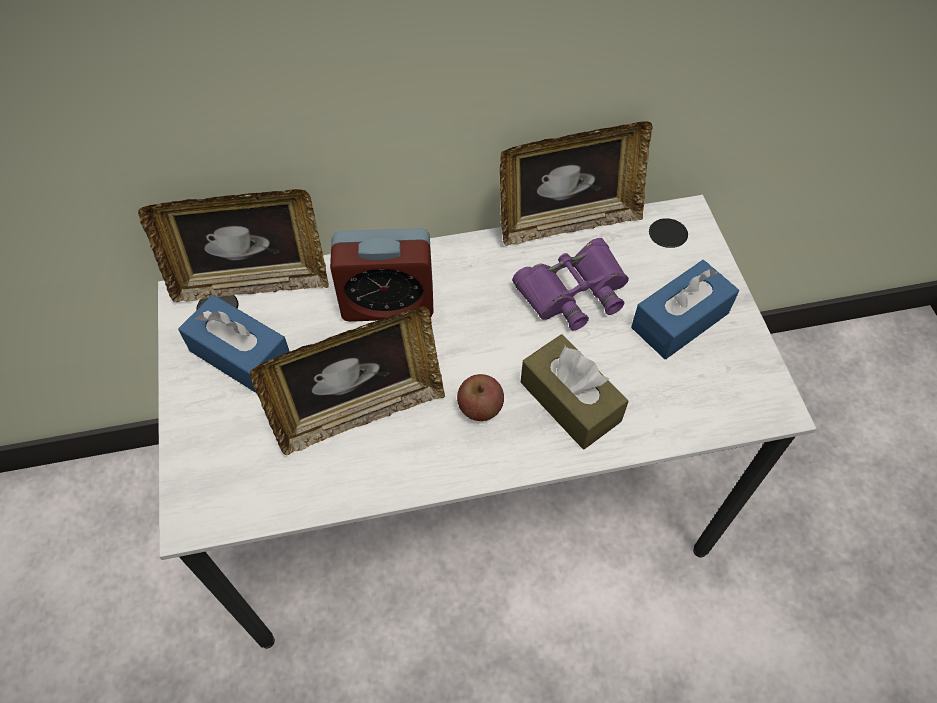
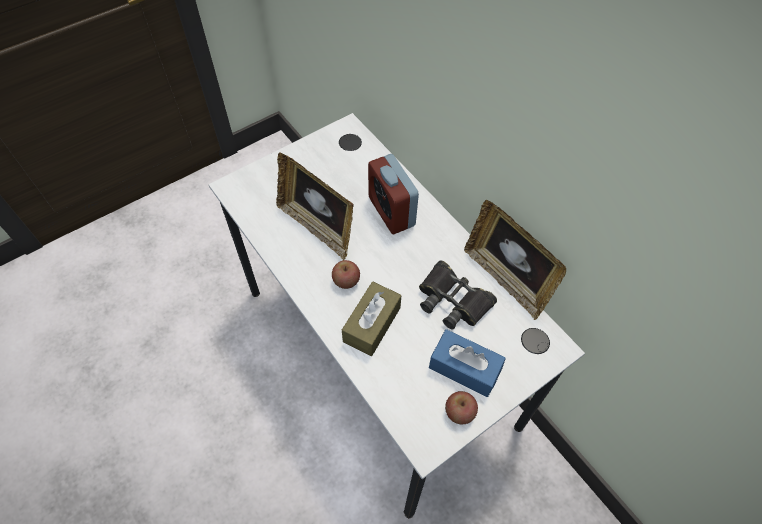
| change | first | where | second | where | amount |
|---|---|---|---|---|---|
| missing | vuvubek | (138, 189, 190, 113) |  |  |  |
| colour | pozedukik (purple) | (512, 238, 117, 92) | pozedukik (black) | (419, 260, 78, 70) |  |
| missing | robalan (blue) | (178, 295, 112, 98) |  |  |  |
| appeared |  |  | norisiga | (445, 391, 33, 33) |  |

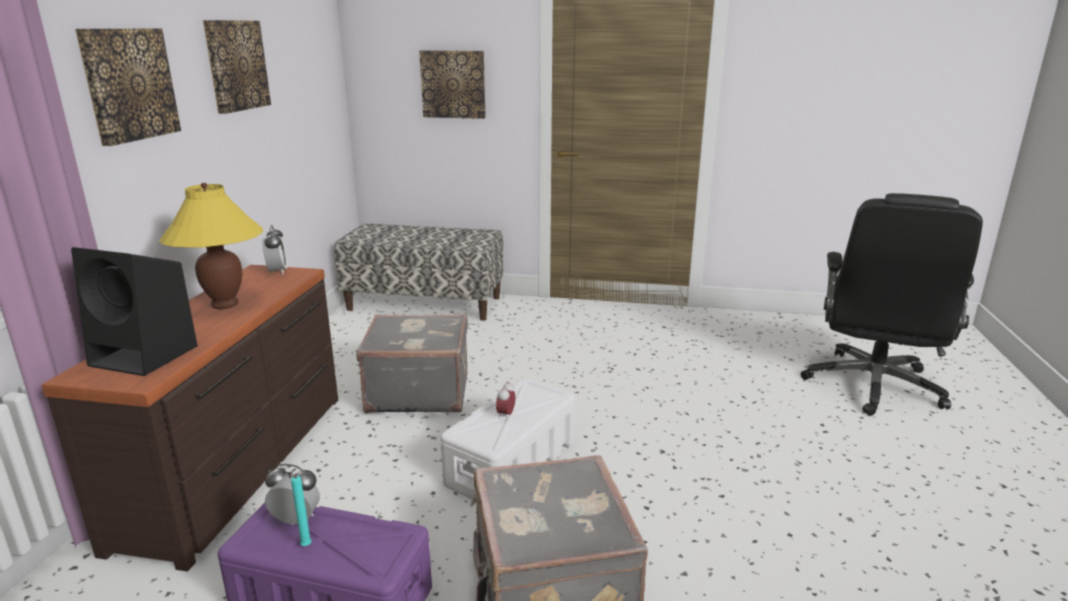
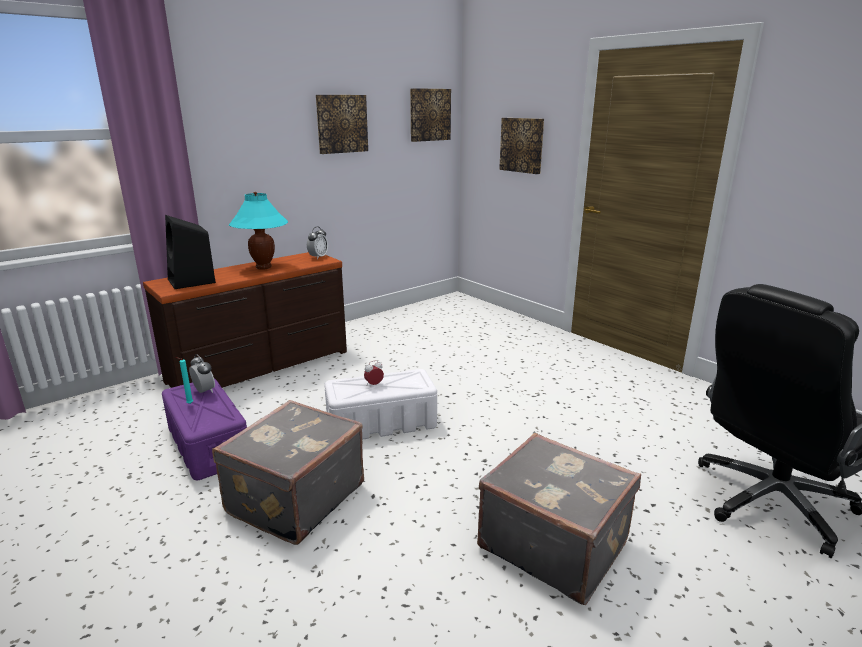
| change | first | where | second | where | amount |
|---|---|---|---|---|---|
| relocated | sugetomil | (75, 28, 106, 118) |  | (410, 88, 41, 54) |  |
| colour | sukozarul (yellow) | (159, 183, 104, 126) | sukozarul (turquoise) | (229, 192, 59, 78) |  |
| missing | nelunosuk | (334, 224, 169, 97) |  |  |  |
| relocated | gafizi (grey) | (356, 314, 112, 100) |  | (477, 433, 164, 172) |  |

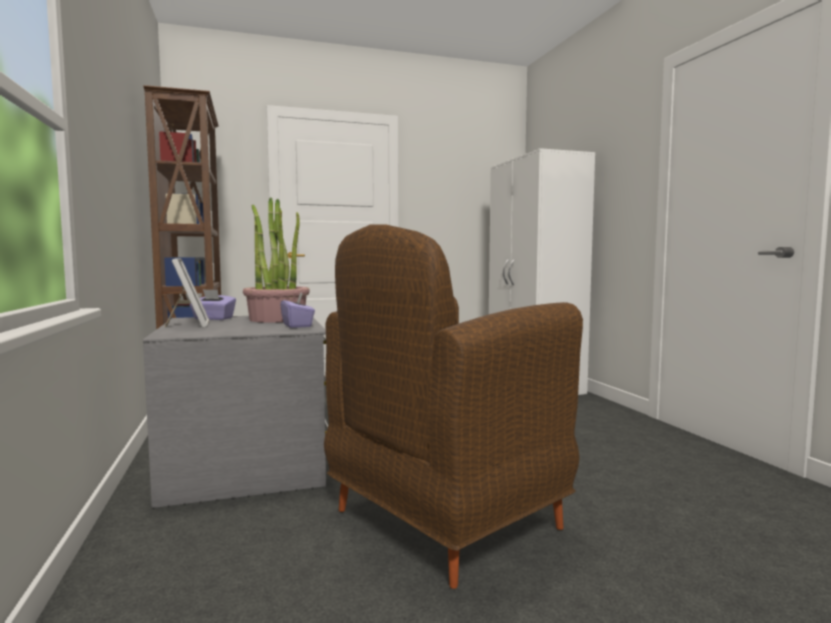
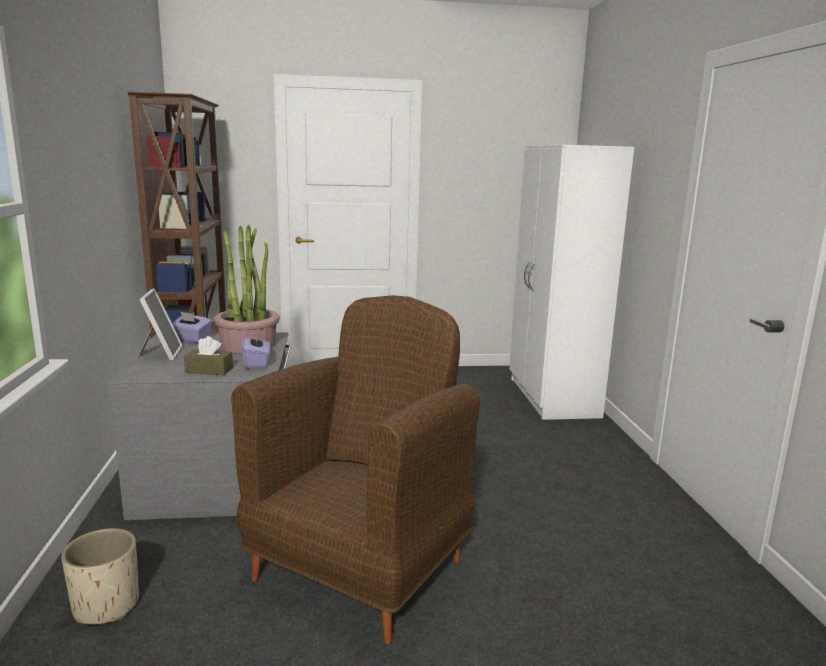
| change | first | where | second | where | amount |
|---|---|---|---|---|---|
| spun | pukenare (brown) | (324, 224, 259, 365) |  | (231, 295, 249, 349) | 150 degrees clockwise |
| appeared |  |  | robalan (brown) | (184, 336, 49, 39) |  |
| appeared |  |  | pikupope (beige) | (61, 528, 78, 97) |  |

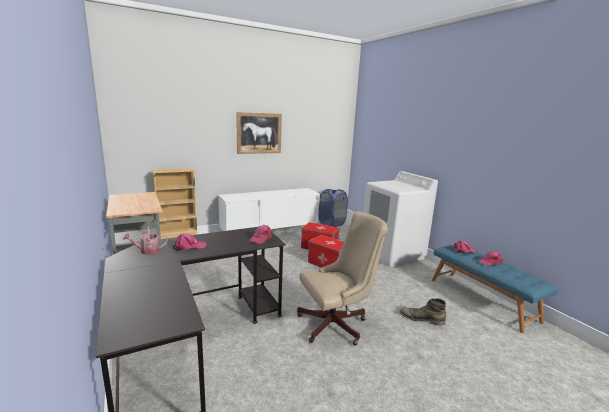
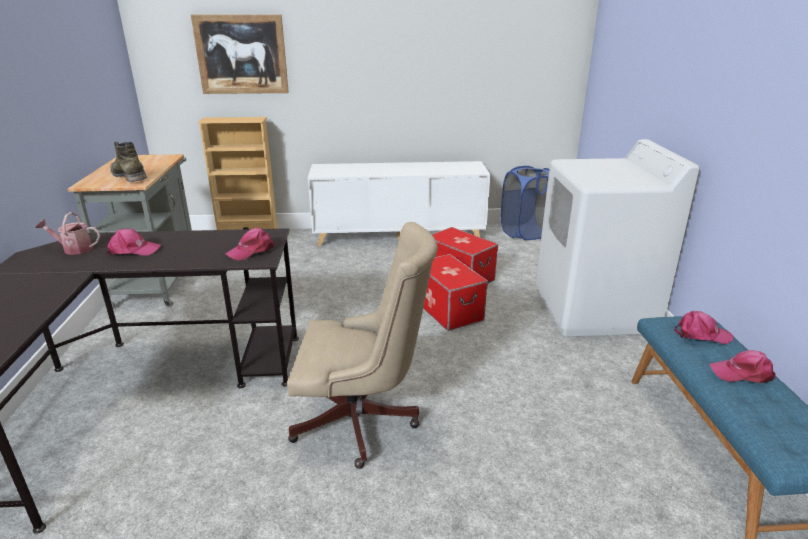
| change | first | where | second | where | amount |
|---|---|---|---|---|---|
| relocated | sugetomil | (236, 112, 46, 42) |  | (191, 14, 98, 80) |  |
| relocated | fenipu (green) | (399, 298, 47, 27) |  | (110, 142, 37, 40) |  |

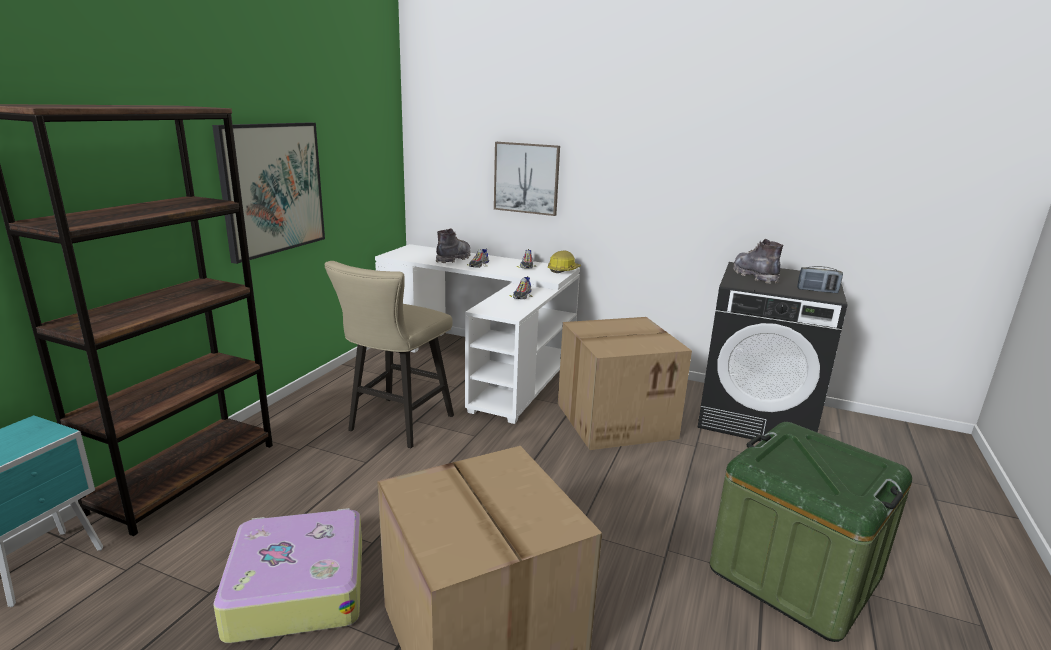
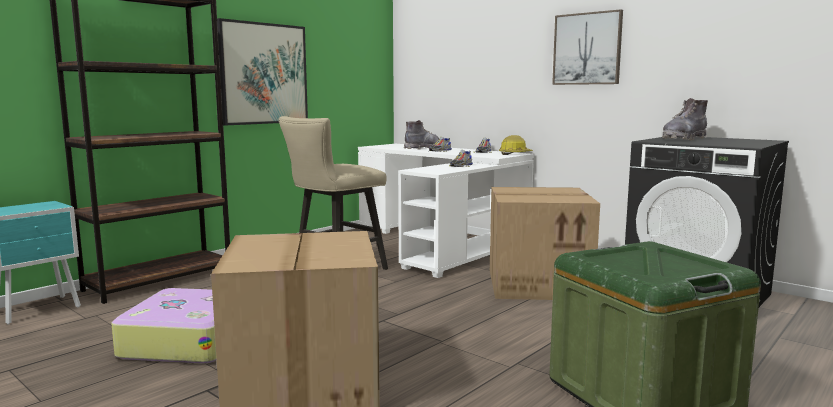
| change | first | where | second | where | amount |
|---|---|---|---|---|---|
| relocated | sugetomil | (494, 142, 66, 74) |  | (552, 9, 71, 76) |  |
| spun | fenipu (grey) | (733, 239, 50, 45) |  | (662, 98, 46, 43) | 135 degrees counterclockwise |
| missing | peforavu | (797, 266, 46, 27) |  |  |  |

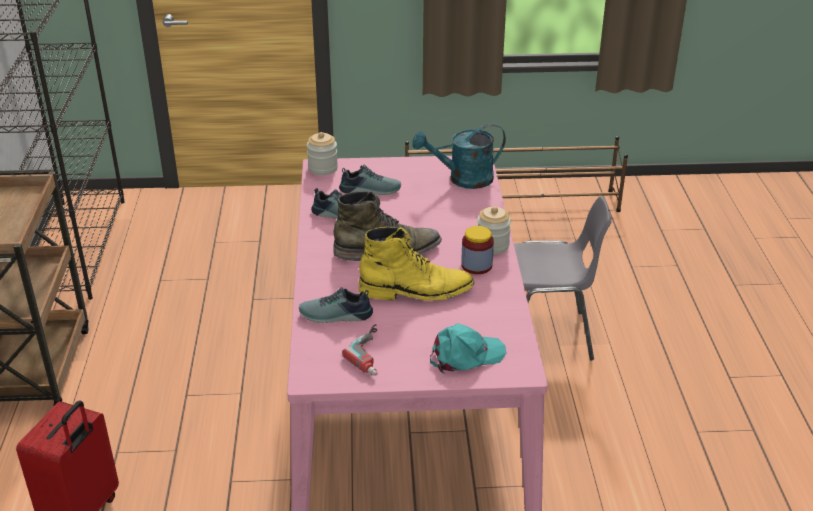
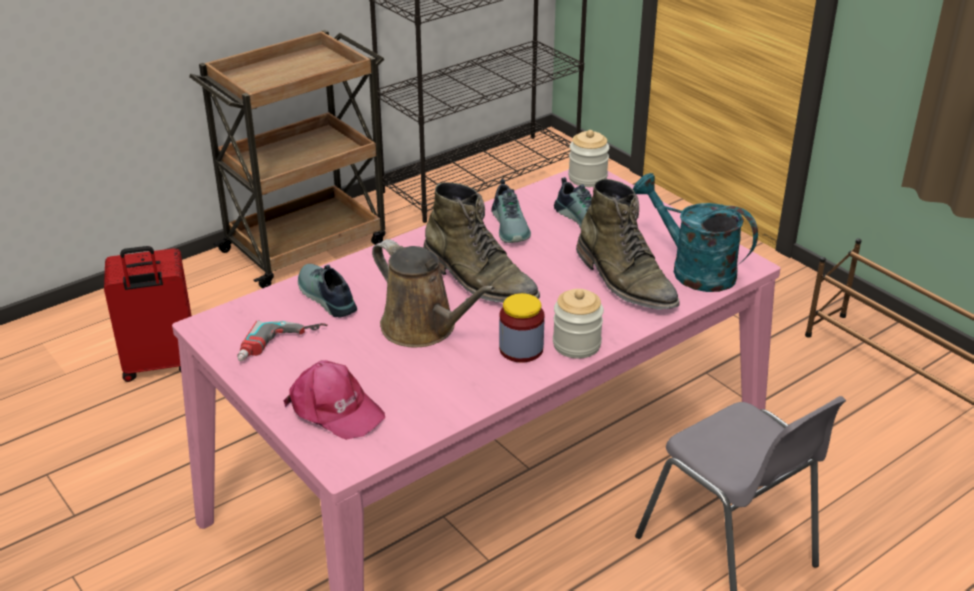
| change | first | where | second | where | amount |
|---|---|---|---|---|---|
| exchanged | fenipu (yellow) | (359, 227, 116, 74) | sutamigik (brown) | (372, 239, 123, 108) |  |
| colour | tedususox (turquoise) | (430, 323, 76, 51) | tedususox (pink) | (284, 360, 101, 80) |  |
| appeared |  |  | fenipu (green) | (576, 179, 104, 131) |  |

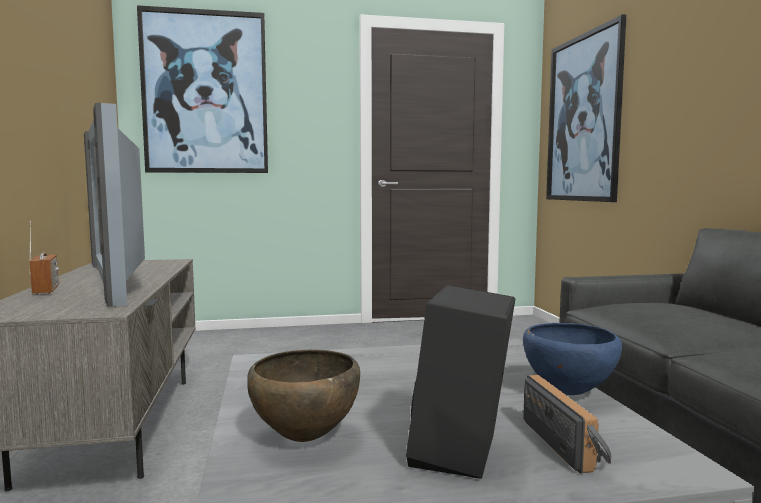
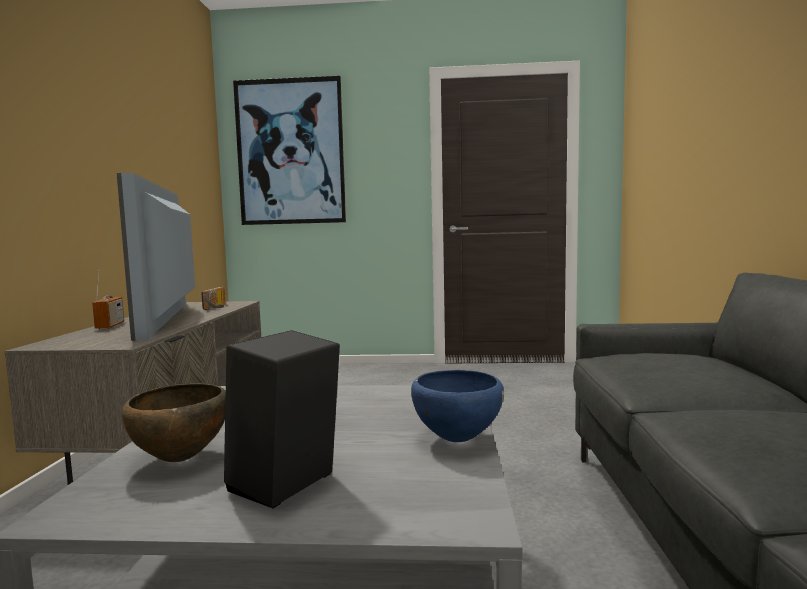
| change | first | where | second | where | amount |
|---|---|---|---|---|---|
| missing | sugetomil | (546, 14, 80, 188) |  |  |  |
| relocated | peforavu | (523, 375, 88, 98) |  | (201, 287, 25, 23) |  |

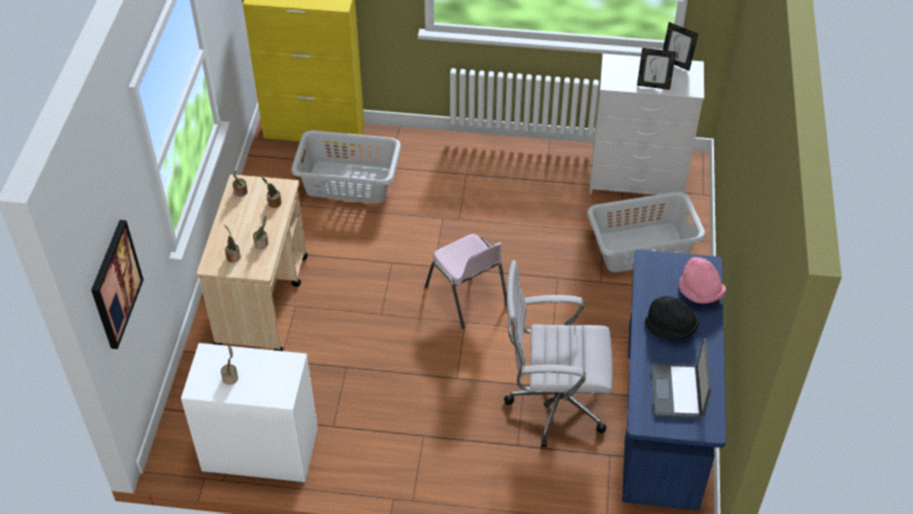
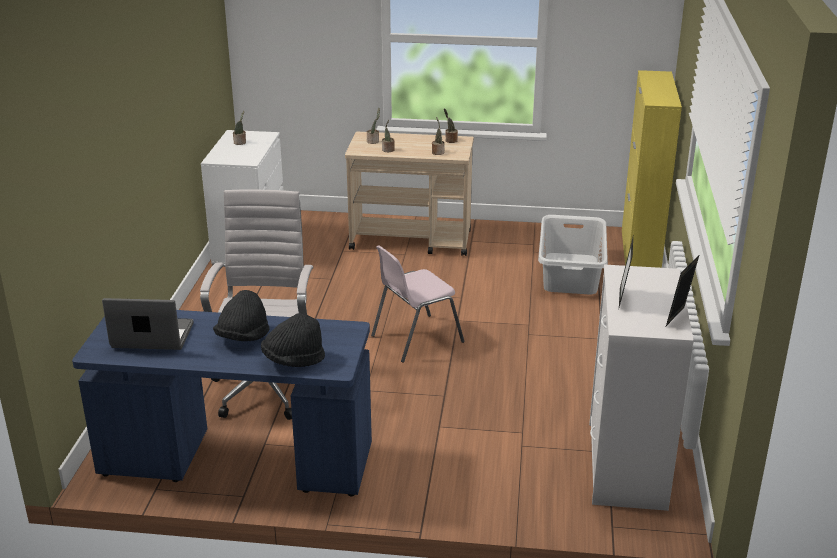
| change | first | where | second | where | amount |
|---|---|---|---|---|---|
| missing | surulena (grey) | (587, 192, 118, 80) |  |  |  |
| missing | sugetomil | (91, 220, 53, 129) |  |  |  |
| colour | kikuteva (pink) | (679, 257, 47, 47) | kikuteva (black) | (261, 313, 64, 54) |  |

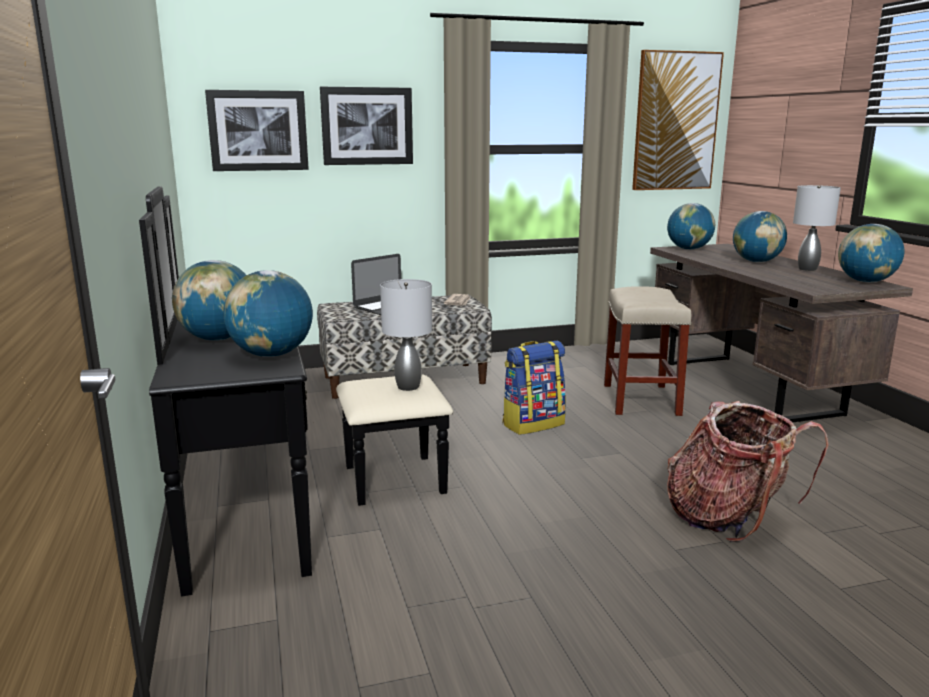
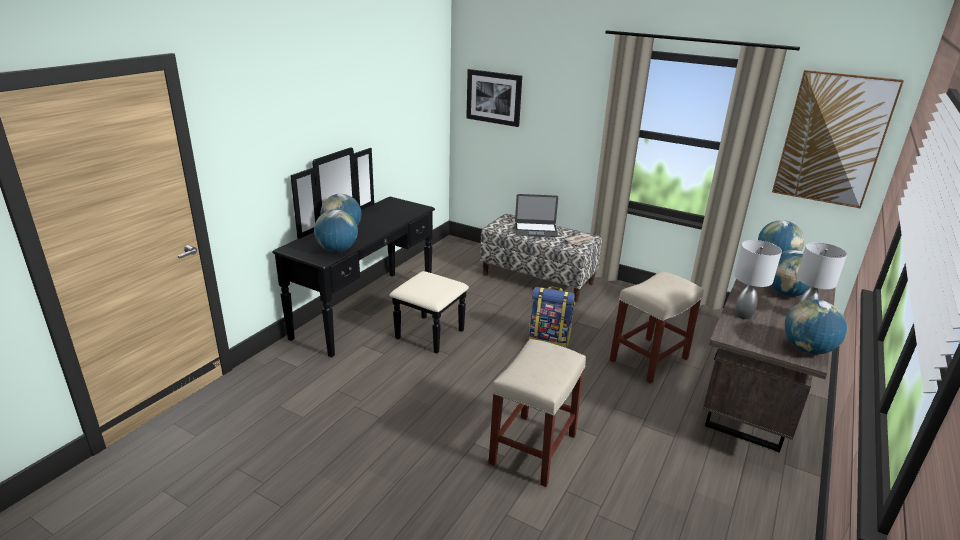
| change | first | where | second | where | amount |
|---|---|---|---|---|---|
| missing | sugetomil | (320, 87, 93, 78) |  |  |  |
| relocated | sukozarul (grey) | (380, 279, 52, 112) |  | (734, 240, 48, 79) |  |
| exchanged | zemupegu | (667, 401, 162, 141) | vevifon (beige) | (489, 339, 97, 148) |  |

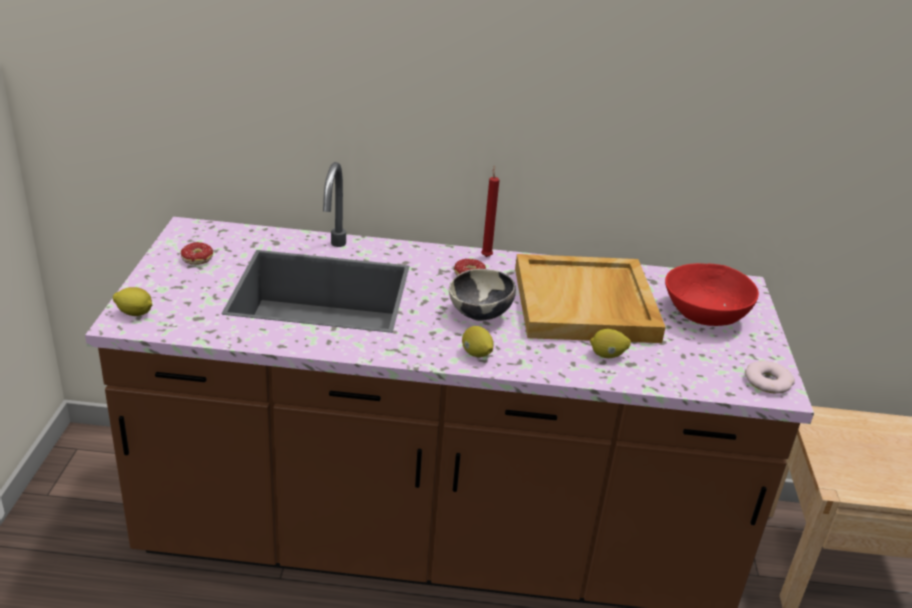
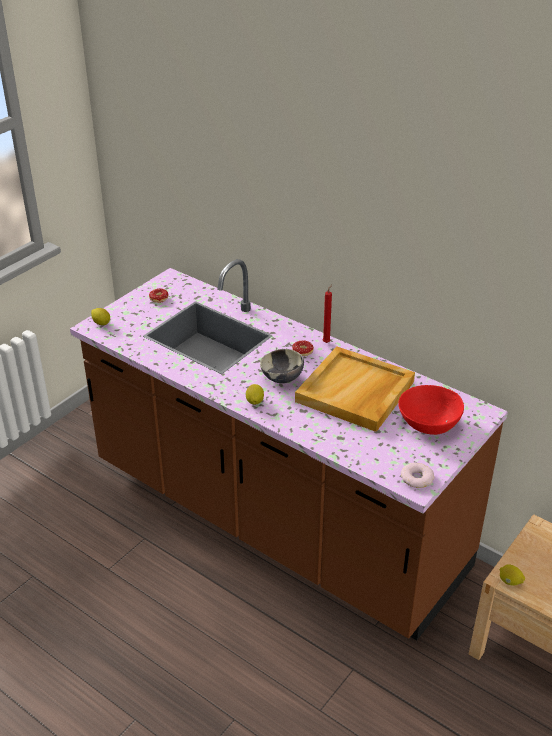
| change | first | where | second | where | amount |
|---|---|---|---|---|---|
| relocated | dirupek | (590, 329, 41, 29) |  | (500, 564, 25, 22) |  |

